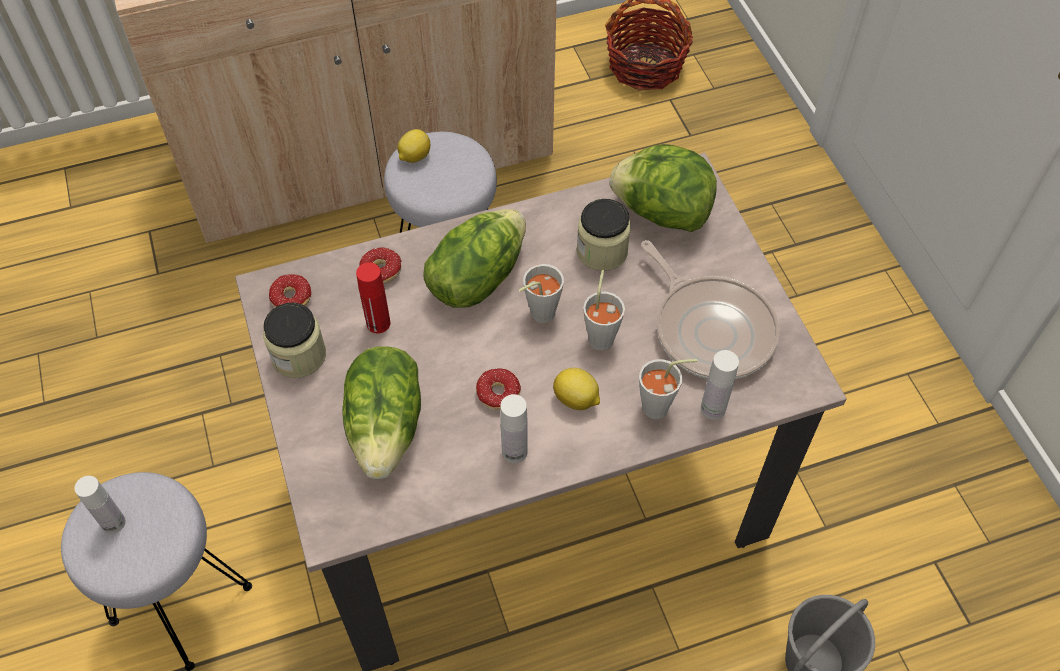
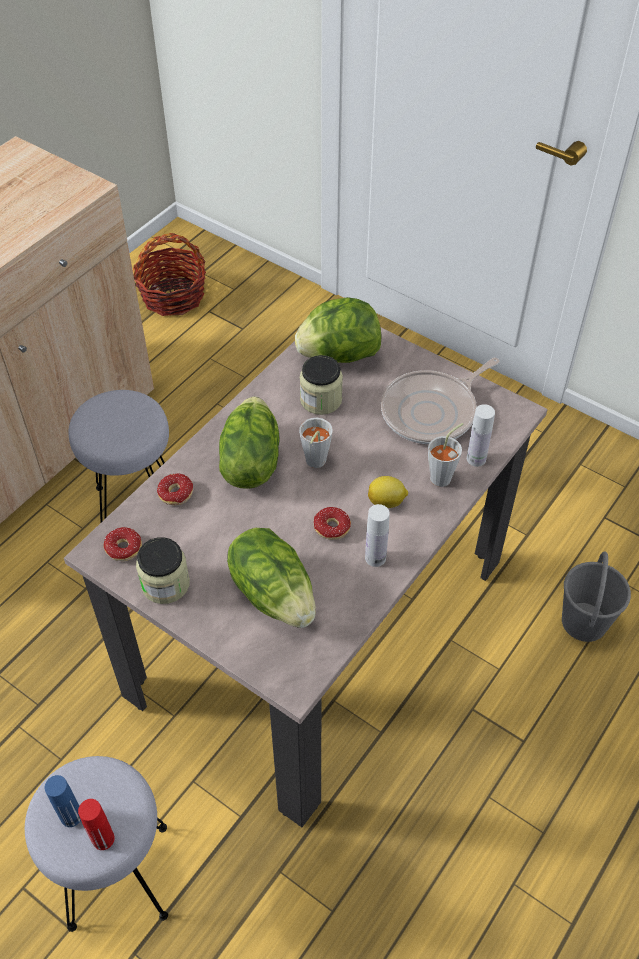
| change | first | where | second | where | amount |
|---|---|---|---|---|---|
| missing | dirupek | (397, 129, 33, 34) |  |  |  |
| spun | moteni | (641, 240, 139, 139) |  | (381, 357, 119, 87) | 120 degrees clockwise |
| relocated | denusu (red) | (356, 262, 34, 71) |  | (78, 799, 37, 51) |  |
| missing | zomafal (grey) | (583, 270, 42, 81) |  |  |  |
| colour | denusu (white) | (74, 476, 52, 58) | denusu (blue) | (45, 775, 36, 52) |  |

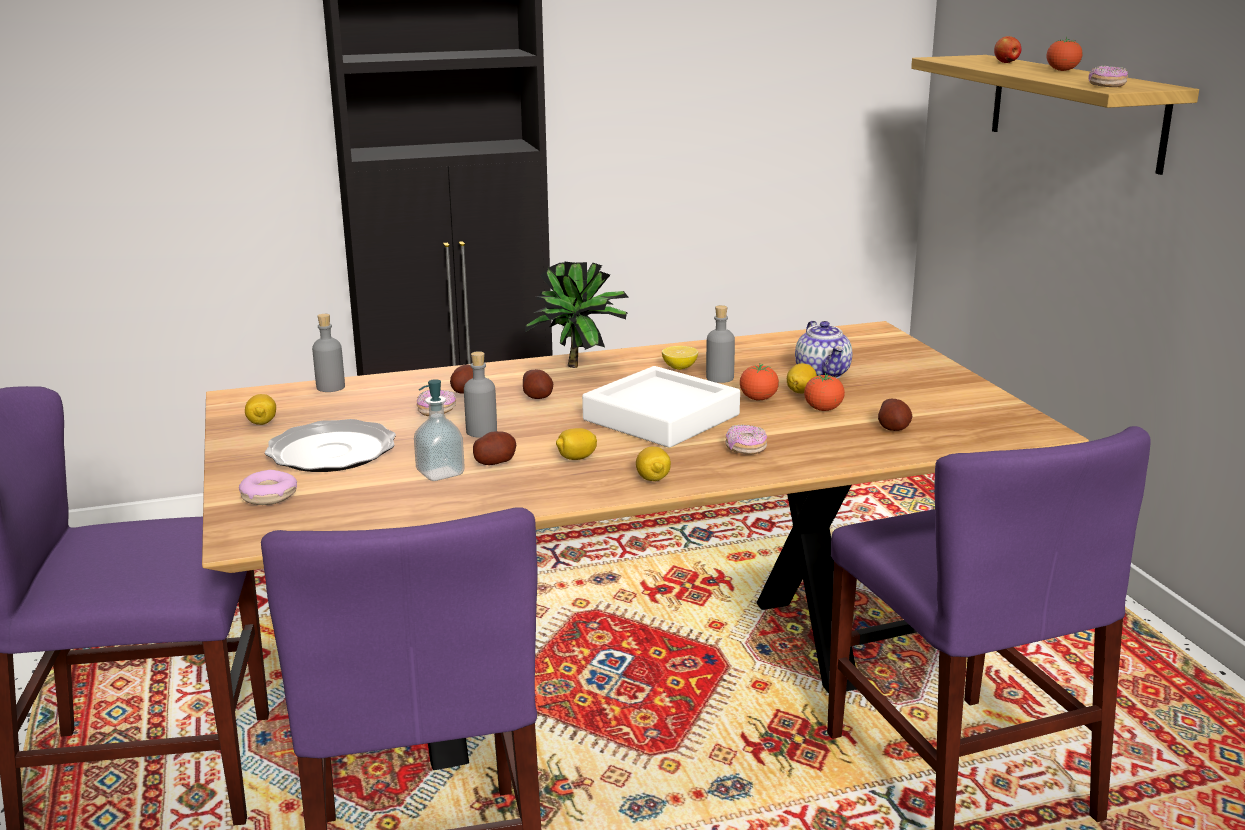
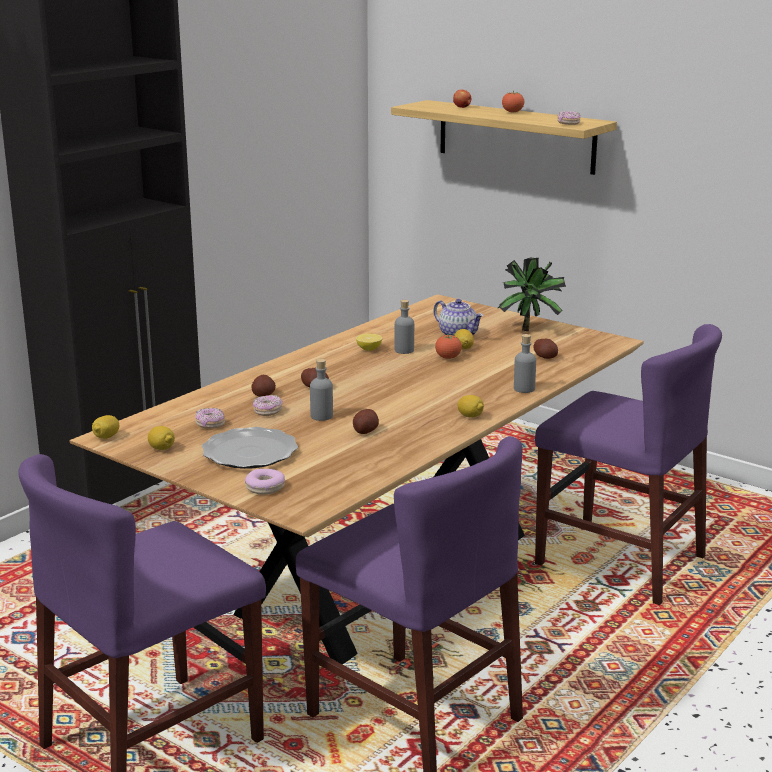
| change | first | where | second | where | amount |
|---|---|---|---|---|---|
| relocated | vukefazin | (525, 261, 104, 107) |  | (498, 258, 68, 73) |  |
| relocated | denusu (grey) | (312, 314, 33, 78) |  | (514, 334, 22, 59) |  |
| missing | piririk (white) | (582, 366, 158, 82) |  |  |  |
| missing | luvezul | (804, 373, 41, 38) |  |  |  |
| missing | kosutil | (414, 379, 51, 102) |  |  |  |
| relocated | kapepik | (725, 424, 42, 31) |  | (195, 408, 30, 21) |  |
| relocated | dirupek | (556, 428, 41, 32) |  | (92, 415, 27, 24) |  |

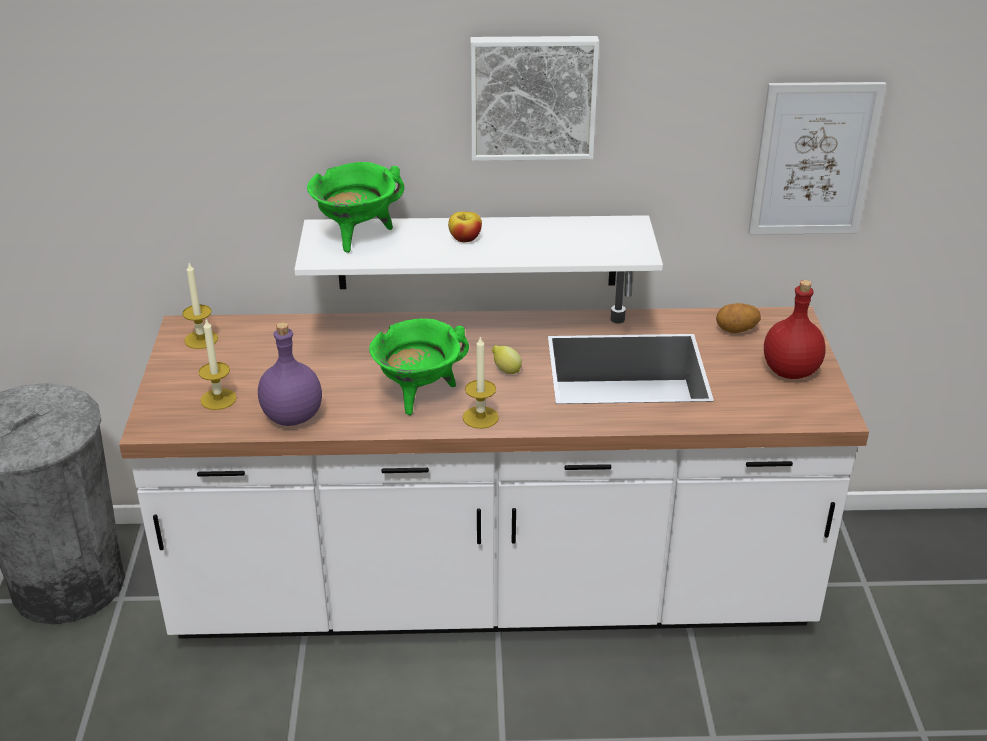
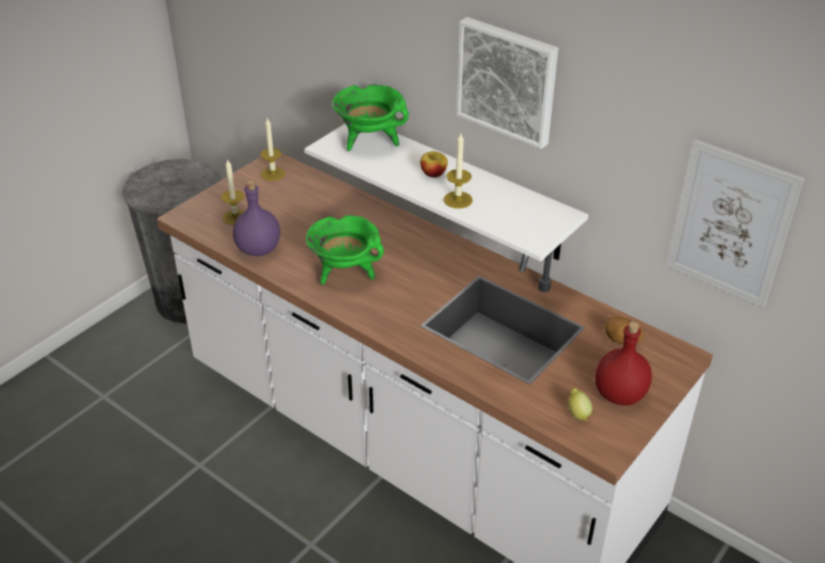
| change | first | where | second | where | amount |
|---|---|---|---|---|---|
| relocated | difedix | (463, 336, 36, 93) |  | (444, 132, 28, 77) |  |
| relocated | dirupek | (492, 345, 30, 29) |  | (568, 388, 25, 33) |  |

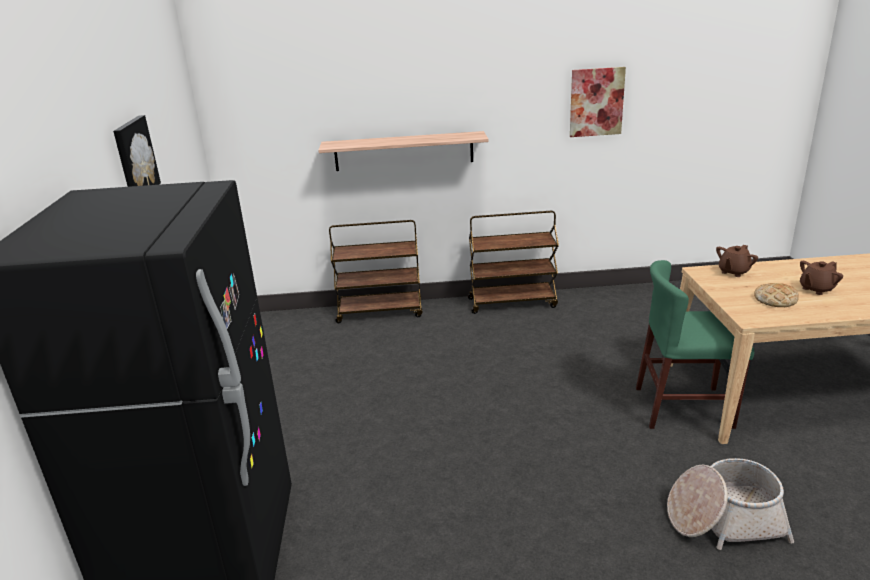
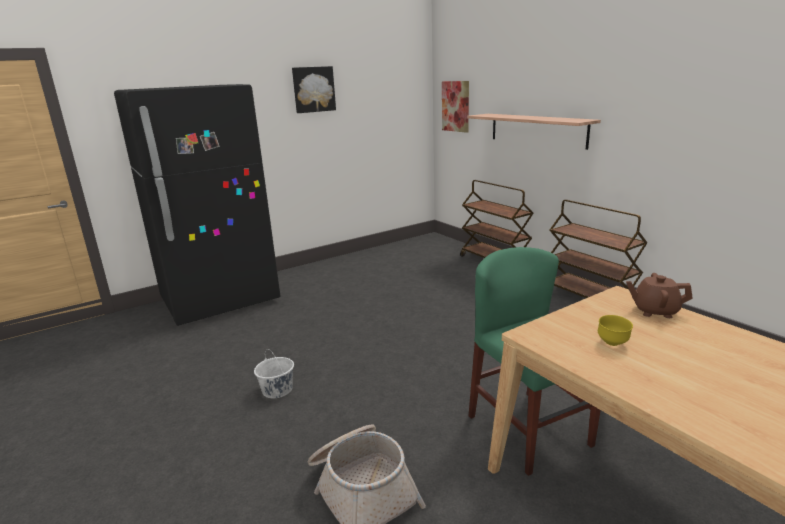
| change | first | where | second | where | amount |
|---|---|---|---|---|---|
| relocated | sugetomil | (570, 67, 56, 70) |  | (442, 81, 27, 52) |  |
| missing | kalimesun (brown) | (800, 261, 43, 34) |  |  |  |
| exchanged | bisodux | (754, 283, 45, 24) | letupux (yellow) | (598, 315, 35, 31) |  |
| appeared |  |  | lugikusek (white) | (254, 349, 40, 49) |  |

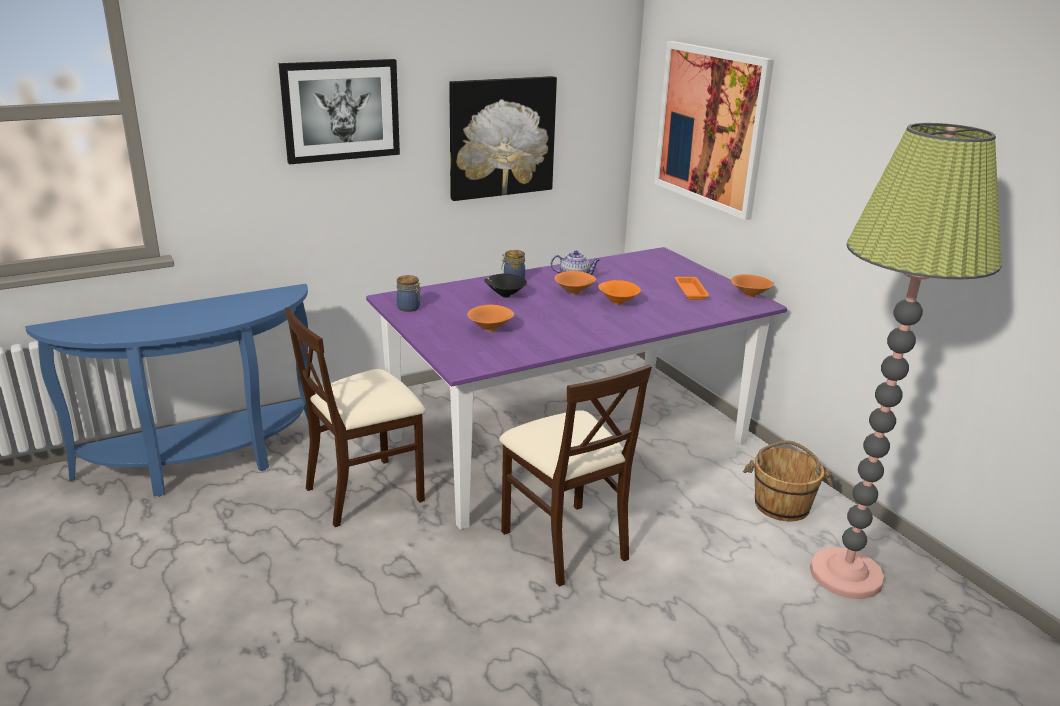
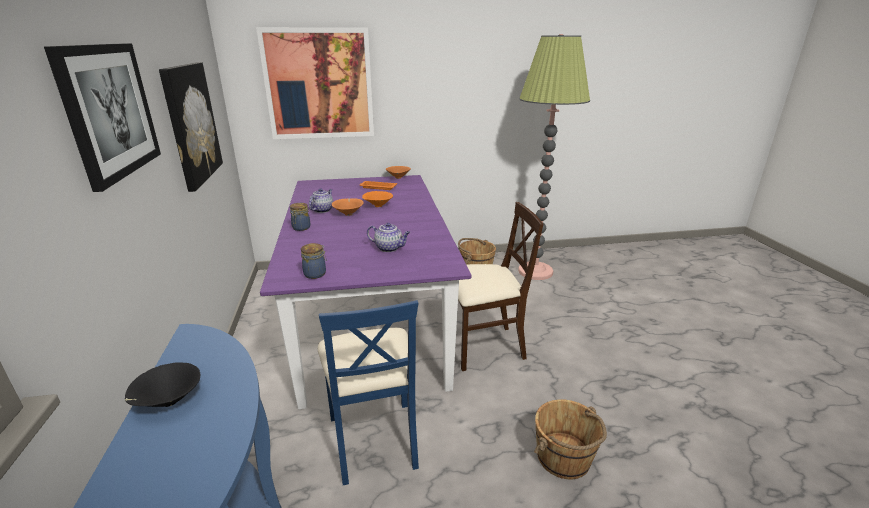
| change | first | where | second | where | amount |
|---|---|---|---|---|---|
| relocated | letupux (black) | (485, 274, 42, 24) |  | (125, 362, 75, 45) |  |
| exchanged | letupux (orange) | (467, 305, 47, 27) | kalimesun | (367, 223, 43, 29) |  |
| colour | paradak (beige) | (285, 307, 141, 220) | paradak (blue) | (318, 300, 101, 185) |  |
| appeared |  |  | lugikusek (brown) | (534, 399, 73, 80) |  |

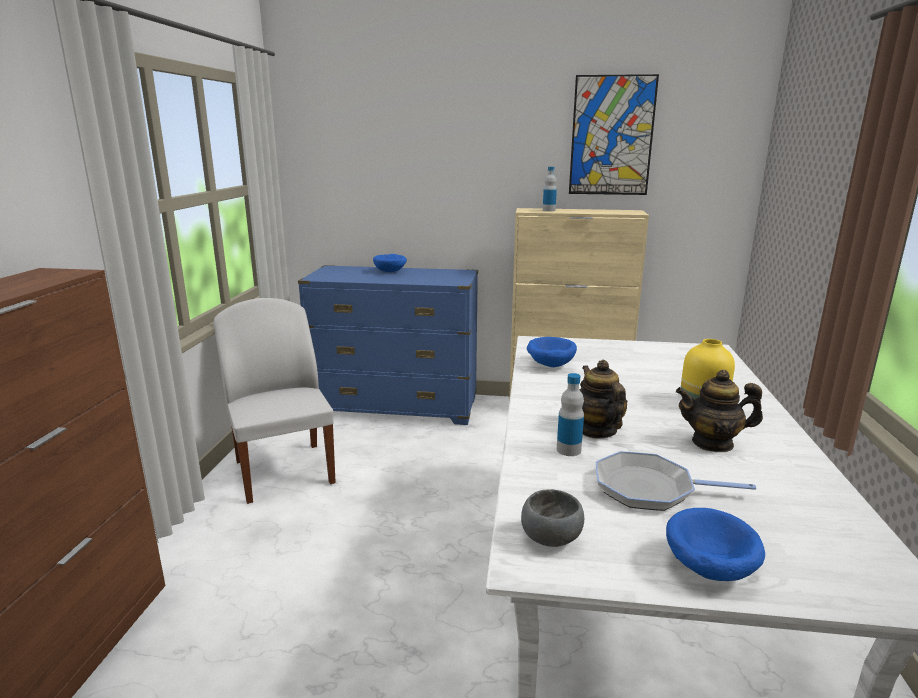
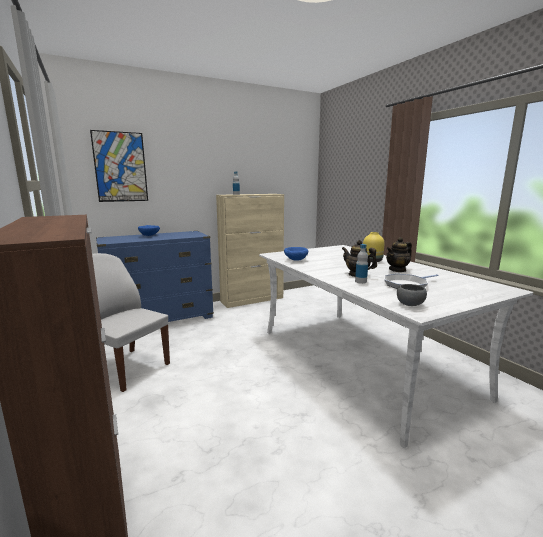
| change | first | where | second | where | amount |
|---|---|---|---|---|---|
| relocated | sugetomil | (569, 74, 90, 121) |  | (90, 130, 58, 72) |  |
| missing | letupux (blue) | (666, 508, 99, 73) |  |  |  |

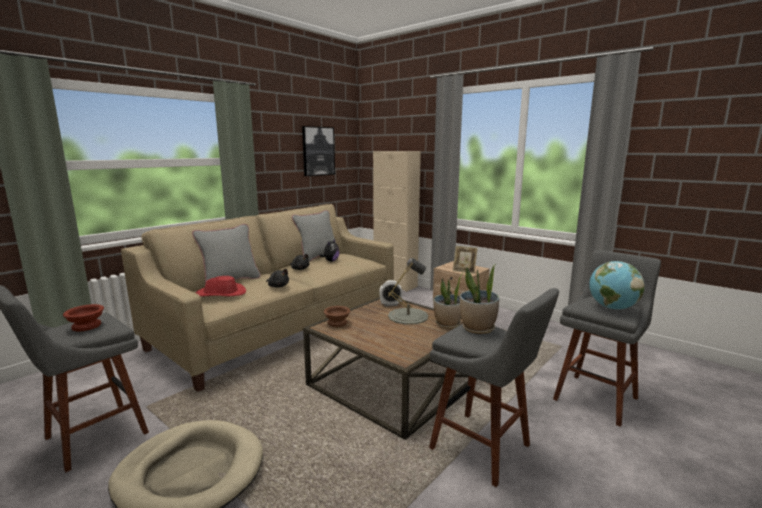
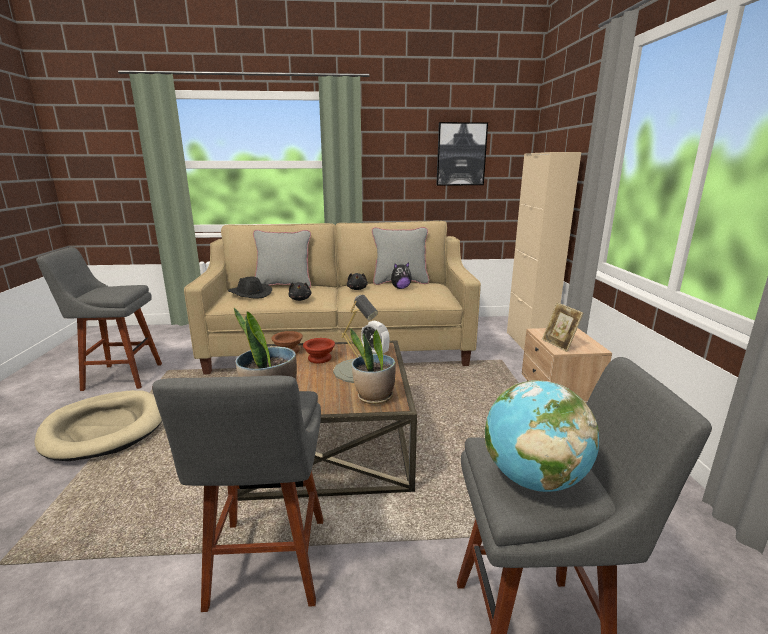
| change | first | where | second | where | amount |
|---|---|---|---|---|---|
| colour | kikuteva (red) | (195, 276, 51, 21) | kikuteva (black) | (228, 276, 44, 22) |  |
| relocated | letupux (brown) | (63, 304, 41, 27) |  | (303, 338, 32, 25) |  |

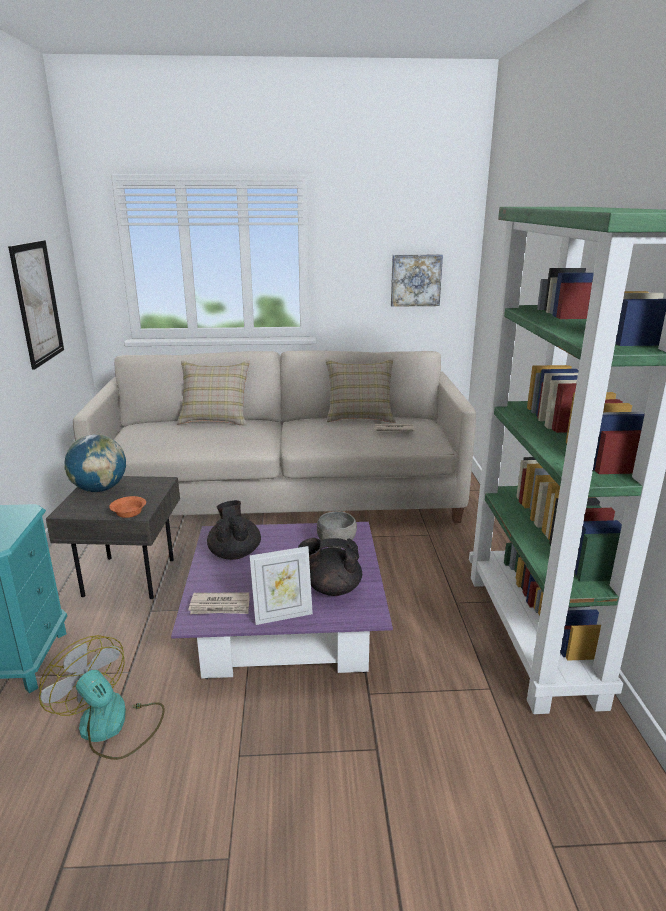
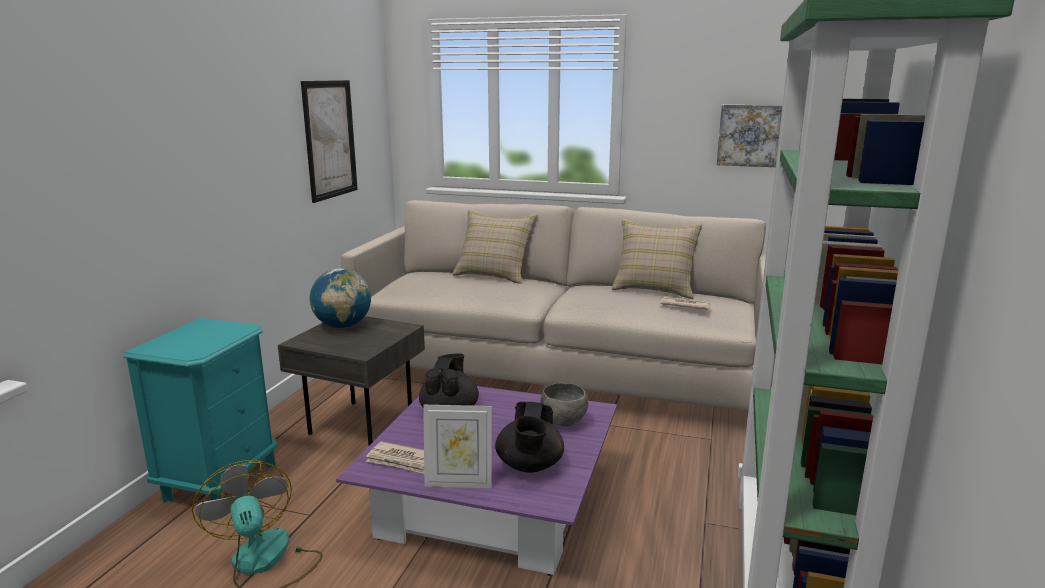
| change | first | where | second | where | amount |
|---|---|---|---|---|---|
| missing | letupux (orange) | (109, 496, 37, 22) |  |  |  |
| spun | kalimesun (black) | (298, 538, 64, 58) |  | (495, 401, 69, 72) | 105 degrees counterclockwise |

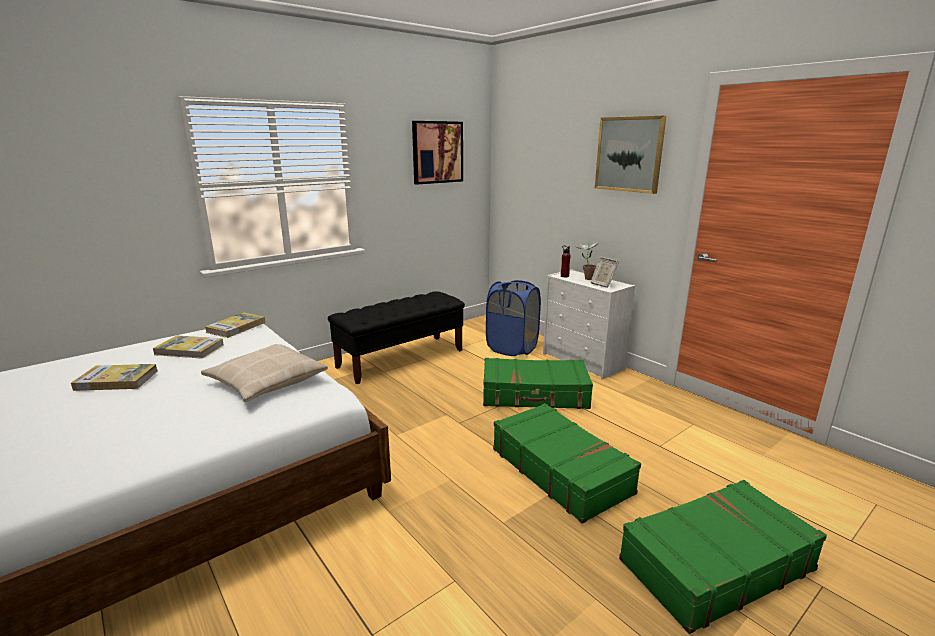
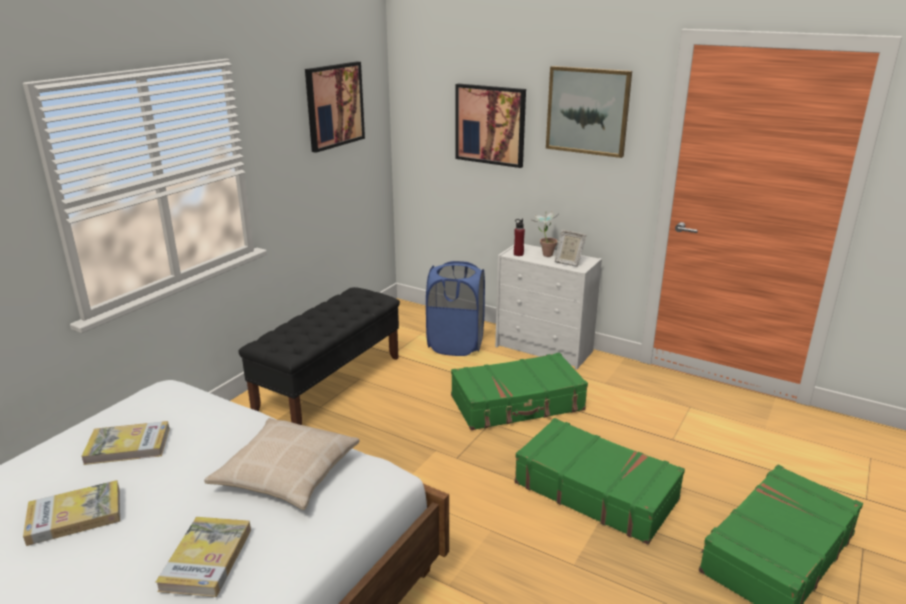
| change | first | where | second | where | amount |
|---|---|---|---|---|---|
| relocated | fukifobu | (205, 312, 61, 26) |  | (155, 517, 96, 80) |  |
| appeared |  |  | sugetomil | (455, 83, 71, 85) |  |

